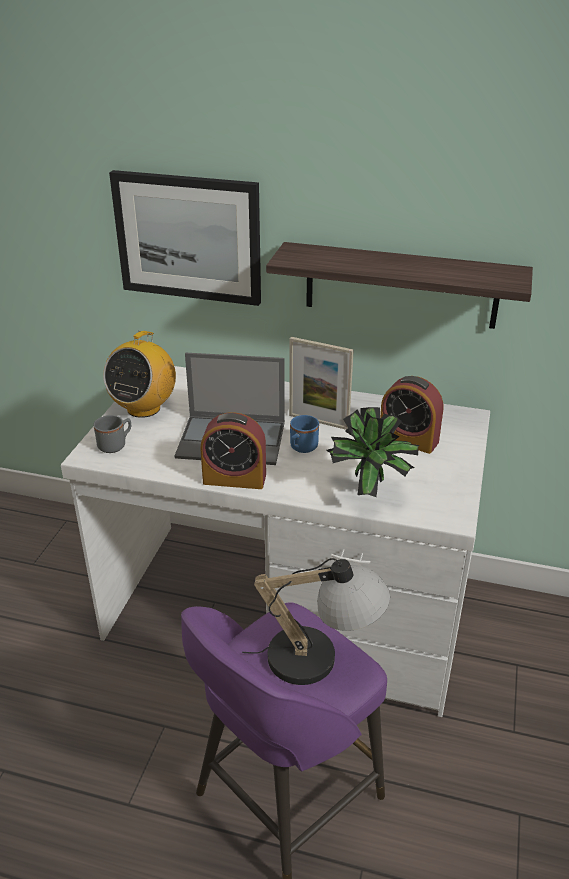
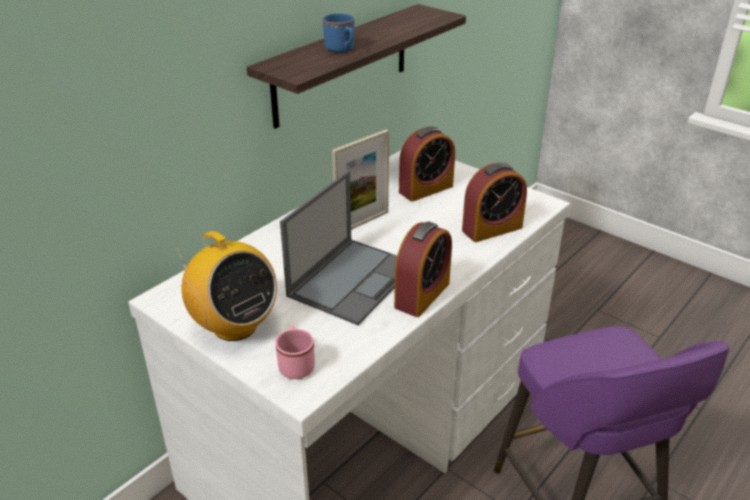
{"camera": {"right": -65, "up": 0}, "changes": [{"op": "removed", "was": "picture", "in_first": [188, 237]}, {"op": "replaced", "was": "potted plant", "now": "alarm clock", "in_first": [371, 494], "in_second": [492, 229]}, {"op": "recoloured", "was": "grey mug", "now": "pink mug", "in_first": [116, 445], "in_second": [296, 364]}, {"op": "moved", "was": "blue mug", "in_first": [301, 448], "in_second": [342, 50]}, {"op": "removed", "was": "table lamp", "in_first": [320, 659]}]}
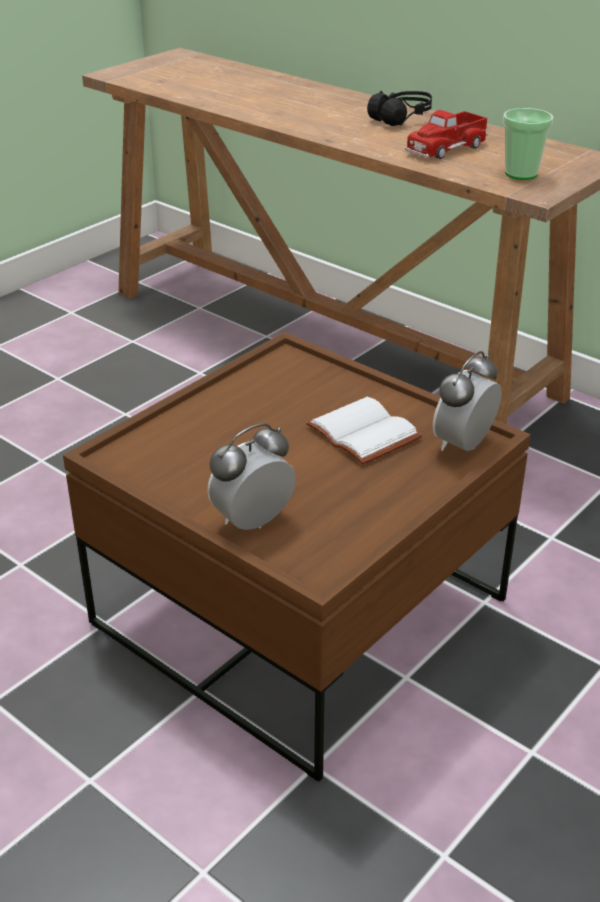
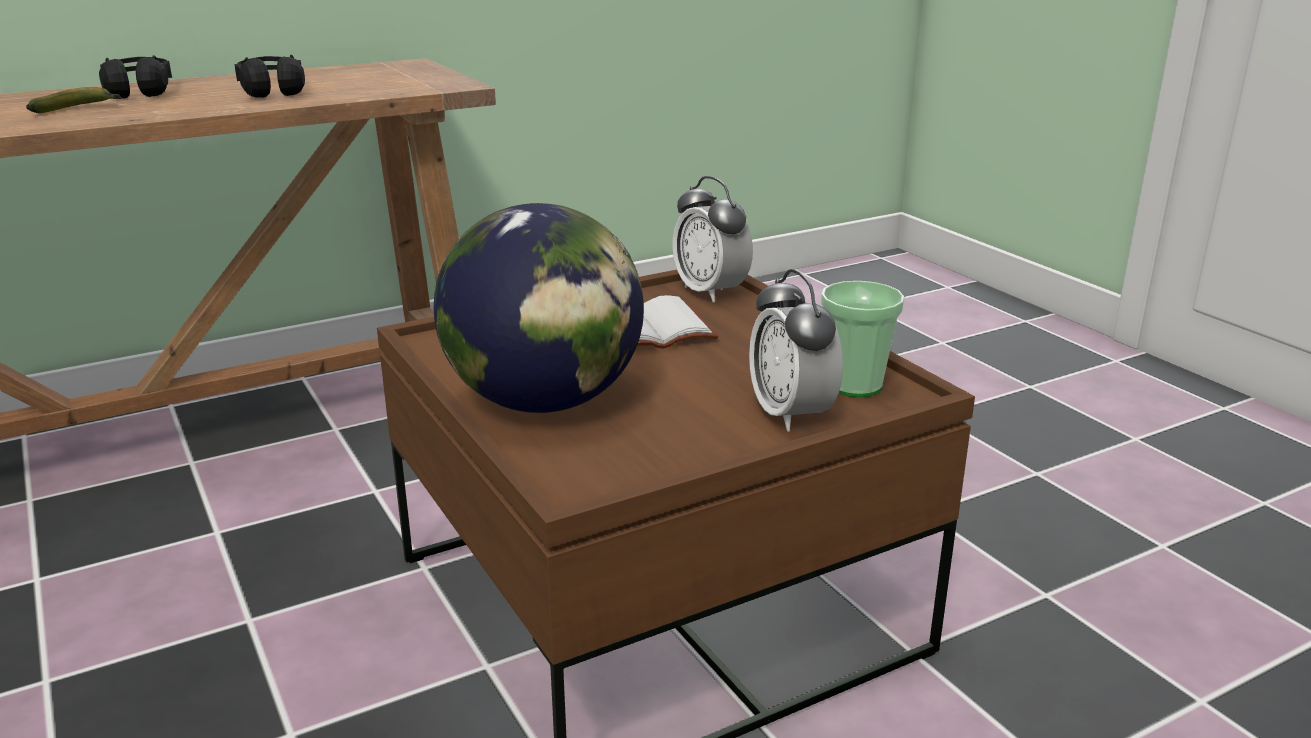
{"camera": {"right": -70, "up": -10}, "changes": [{"op": "moved", "was": "cup", "in_first": [521, 174], "in_second": [855, 385]}, {"op": "replaced", "was": "toy truck", "now": "black headphones", "in_first": [446, 148], "in_second": [272, 90]}, {"op": "added", "now": "banana", "in_second": [79, 110]}, {"op": "added", "now": "globe", "in_second": [543, 402]}]}
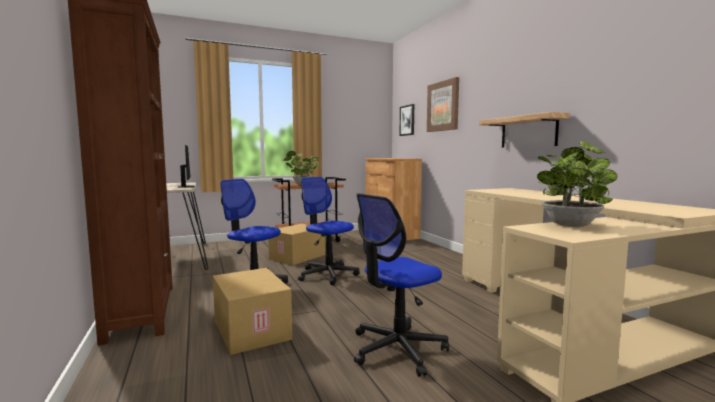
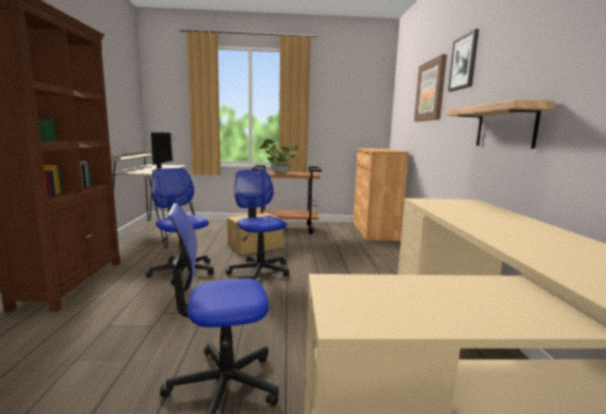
{"camera": {"right": 20, "up": 5}, "changes": [{"op": "moved", "was": "picture", "in_first": [407, 120], "in_second": [464, 62]}, {"op": "removed", "was": "potted plant", "in_first": [571, 224]}, {"op": "removed", "was": "cardboard box", "in_first": [250, 330]}]}
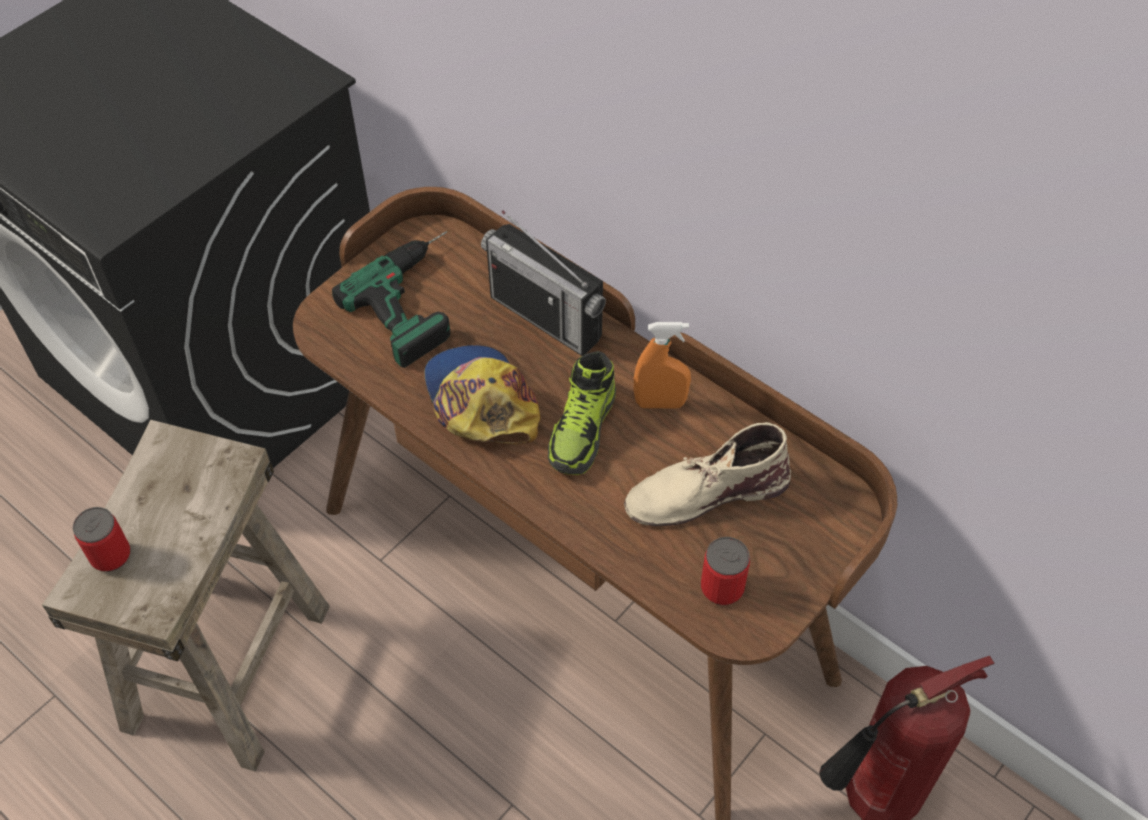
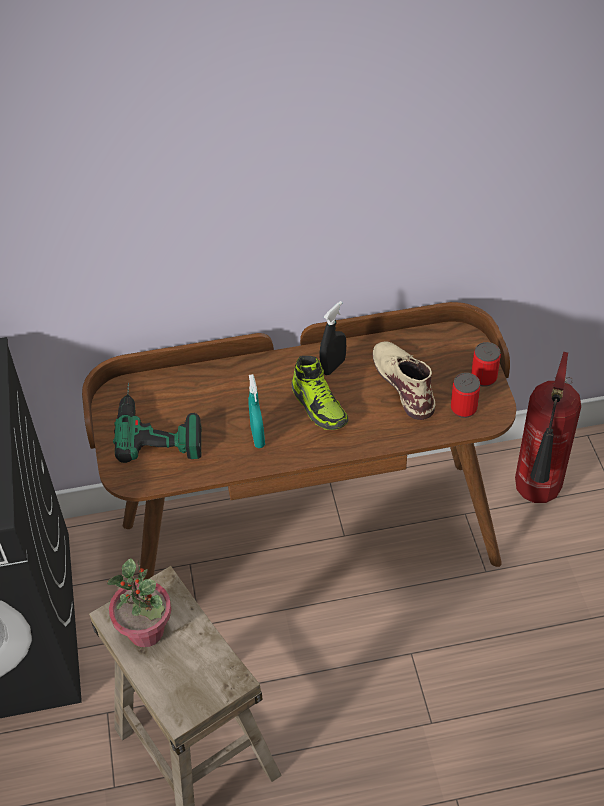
{"camera": {"right": -50, "up": -5}, "changes": [{"op": "removed", "was": "radio", "in_first": [546, 317]}, {"op": "recoloured", "was": "orange spray bottle", "now": "black spray bottle", "in_first": [660, 403], "in_second": [333, 366]}, {"op": "replaced", "was": "cap", "now": "turquoise spray bottle", "in_first": [481, 401], "in_second": [258, 437]}, {"op": "turned", "was": "beige boot", "in_first": [705, 492], "in_second": [403, 382], "clockwise": 135}, {"op": "moved", "was": "can", "in_first": [111, 555], "in_second": [484, 378]}, {"op": "added", "now": "potted plant", "in_second": [146, 631]}]}
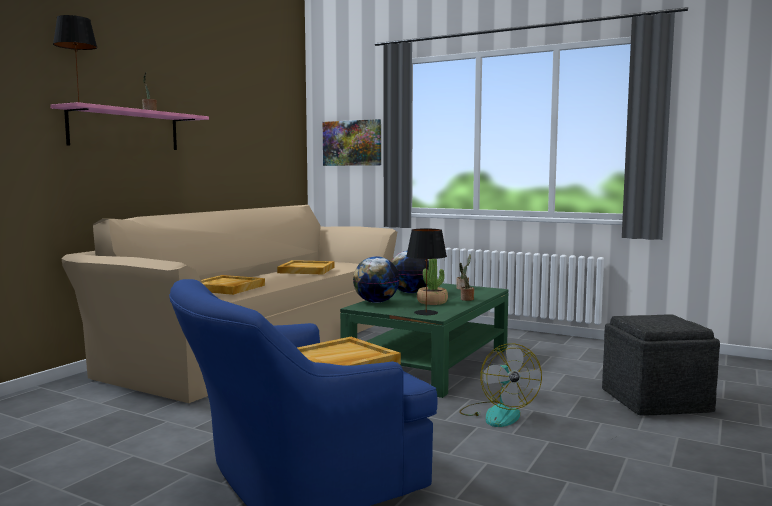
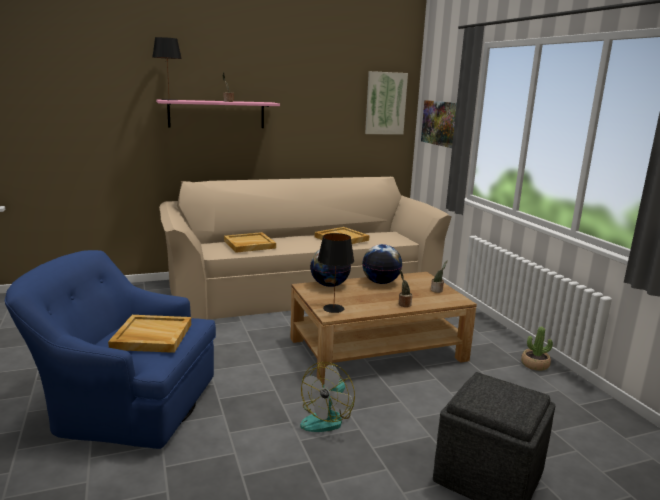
{"camera": {"right": 40, "up": 10}, "changes": [{"op": "moved", "was": "potted plant", "in_first": [432, 302], "in_second": [535, 365]}, {"op": "recoloured", "was": "green coffee table", "now": "brown coffee table", "in_first": [430, 363], "in_second": [378, 349]}, {"op": "added", "now": "picture", "in_second": [385, 103]}]}
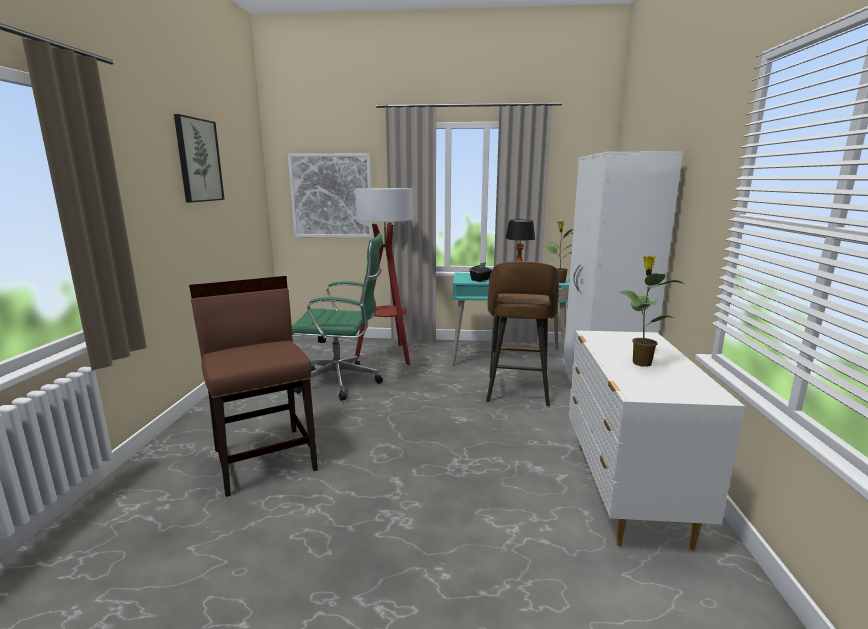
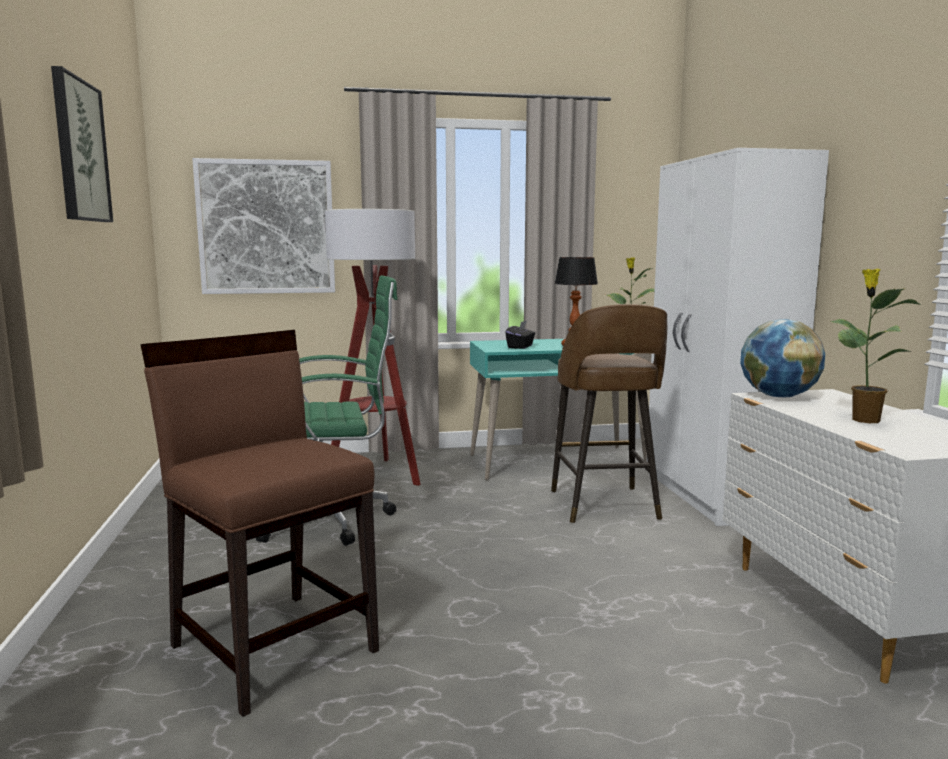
{"camera": {"right": -15, "up": -5}, "changes": [{"op": "added", "now": "globe", "in_second": [778, 396]}]}
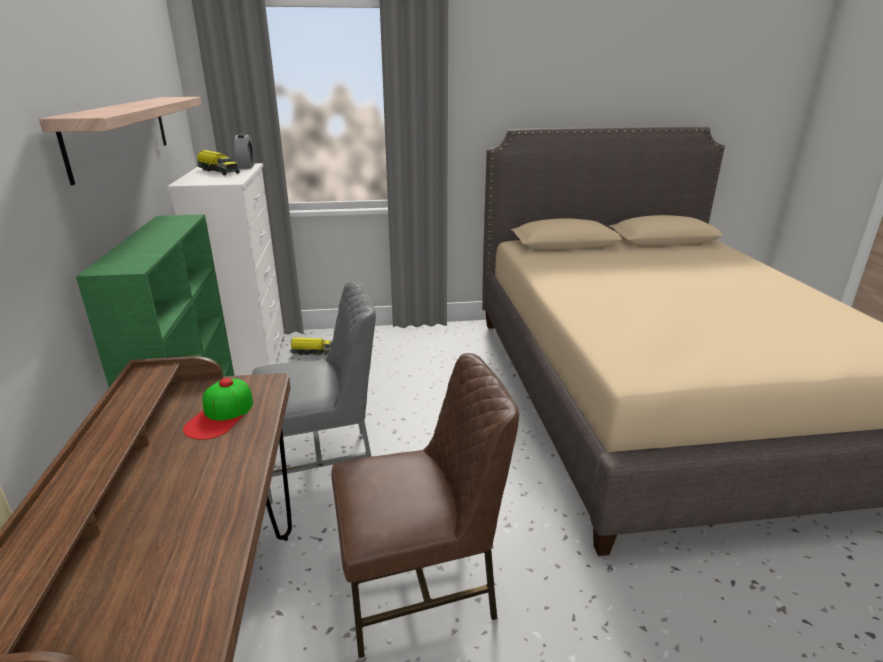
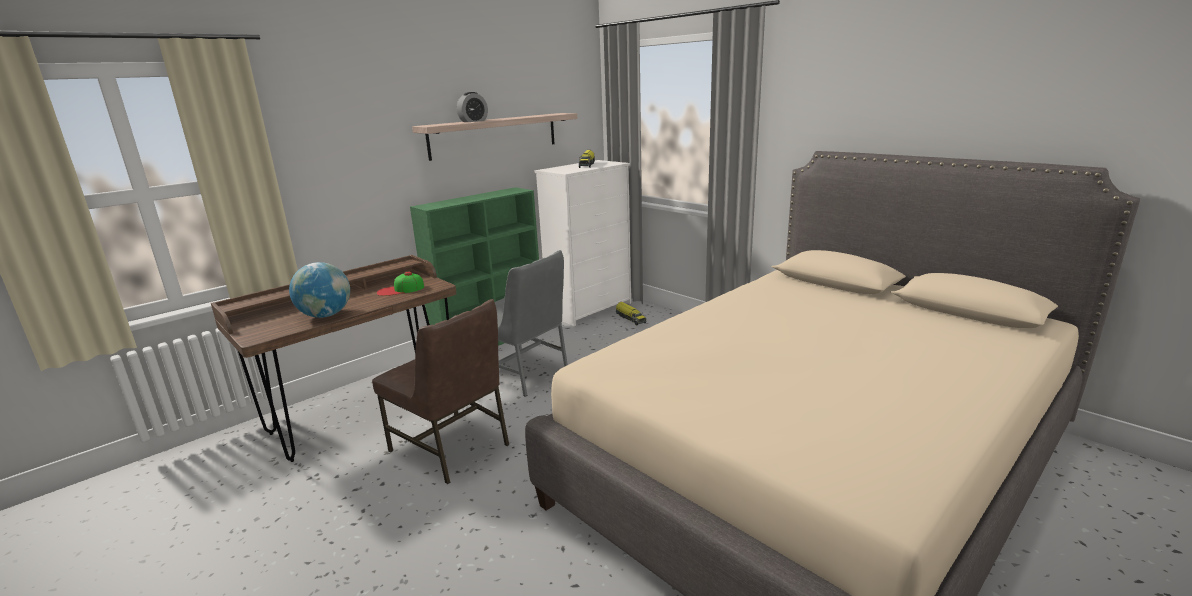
{"camera": {"right": 55, "up": -5}, "changes": [{"op": "moved", "was": "alarm clock", "in_first": [246, 166], "in_second": [473, 121]}, {"op": "added", "now": "globe", "in_second": [326, 315]}]}
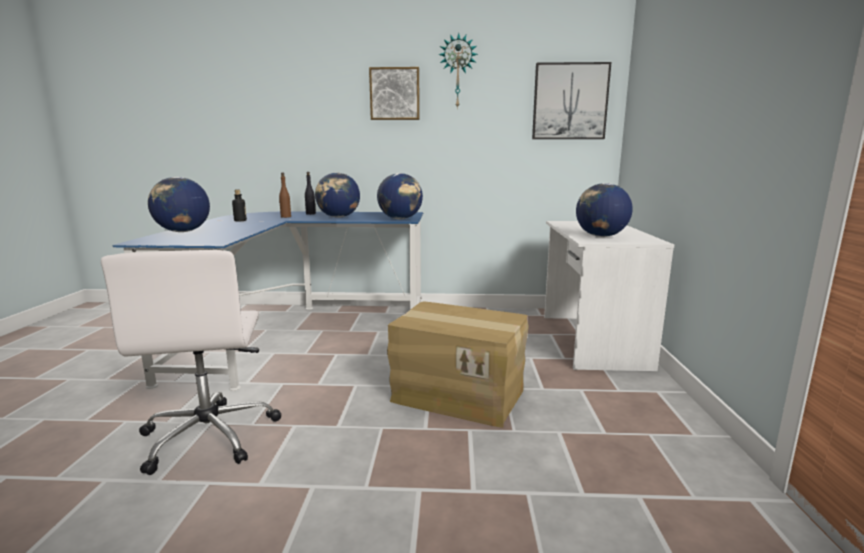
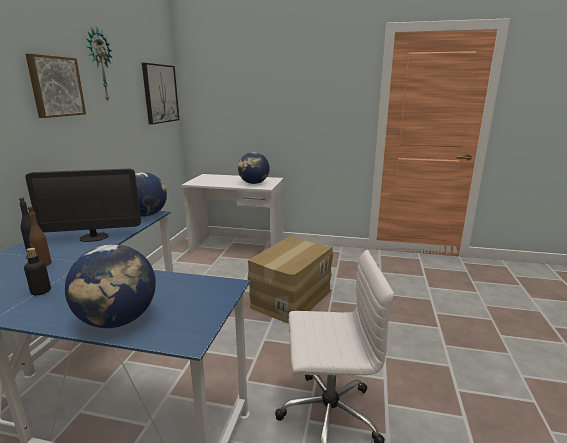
{"camera": {"right": -80, "up": 5}, "changes": [{"op": "replaced", "was": "globe", "now": "monitor", "in_first": [338, 217], "in_second": [94, 237]}]}
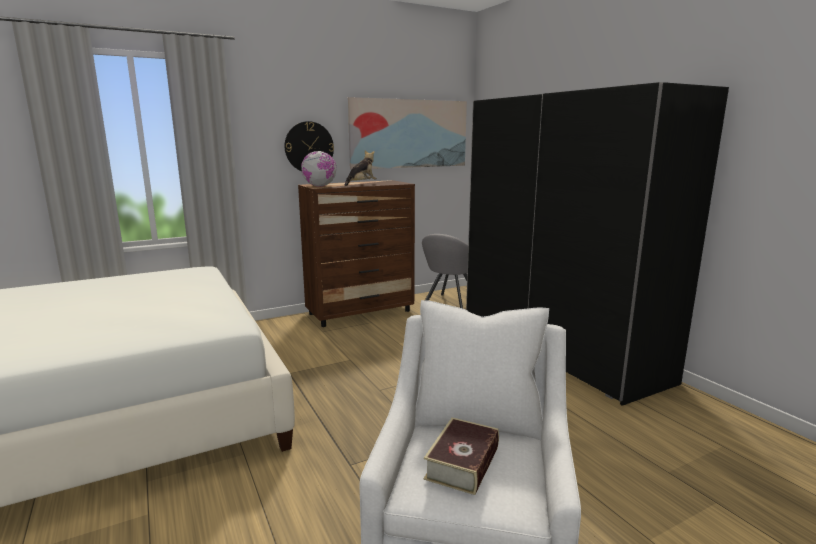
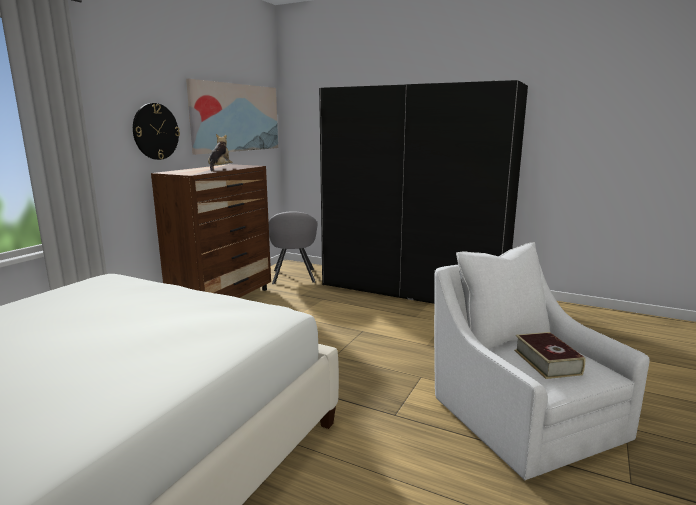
{"camera": {"right": -35, "up": 0}, "changes": [{"op": "removed", "was": "globe", "in_first": [320, 186]}]}
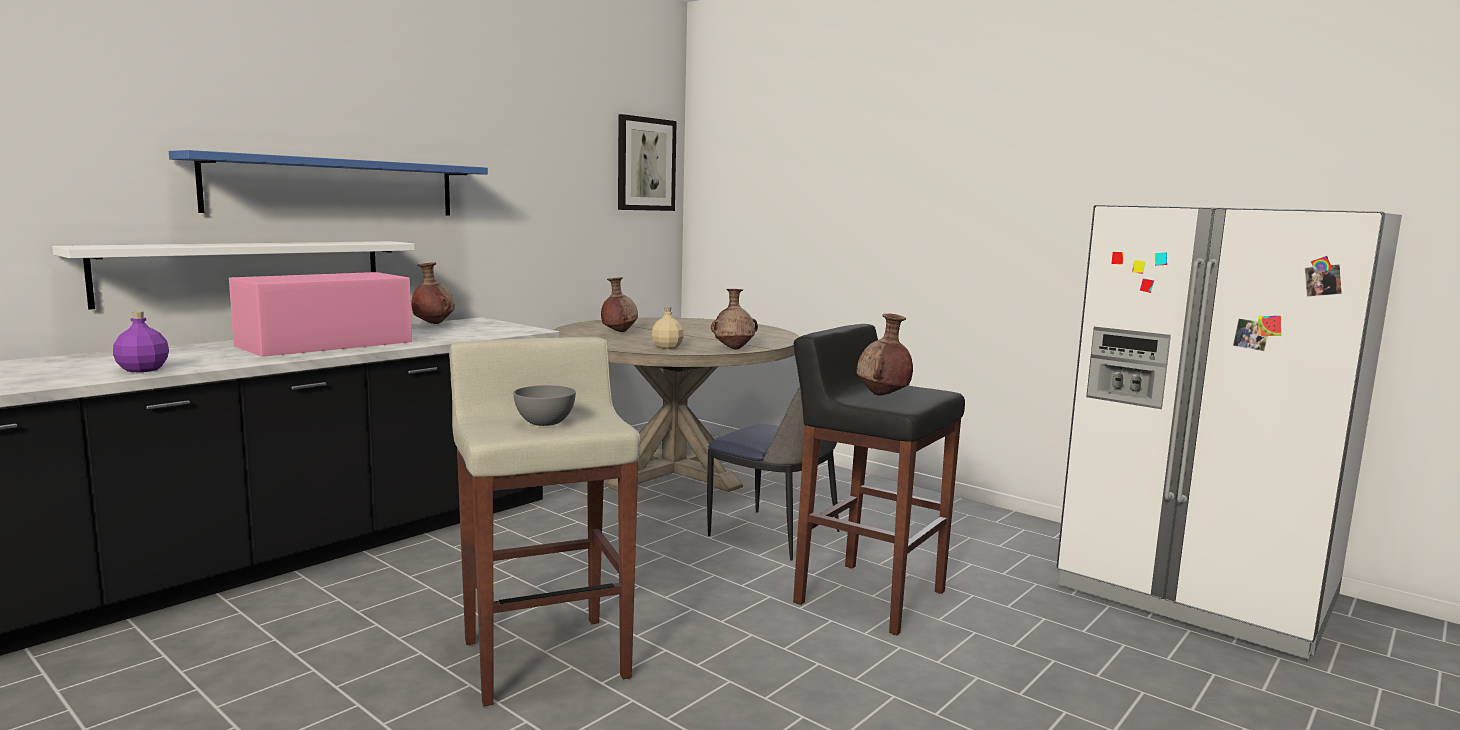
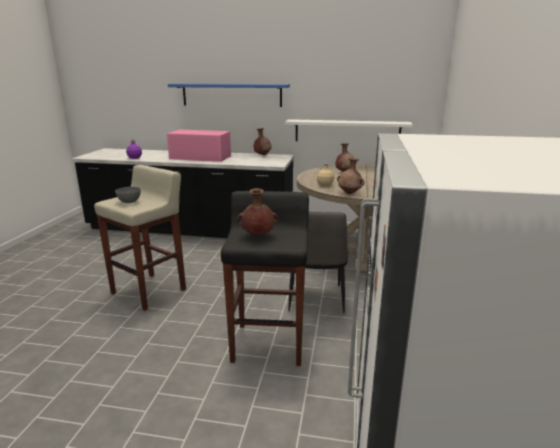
{"camera": {"right": 60, "up": 10}, "changes": [{"op": "removed", "was": "picture", "in_first": [645, 164]}, {"op": "moved", "was": "white shelf", "in_first": [246, 271], "in_second": [347, 131]}]}
